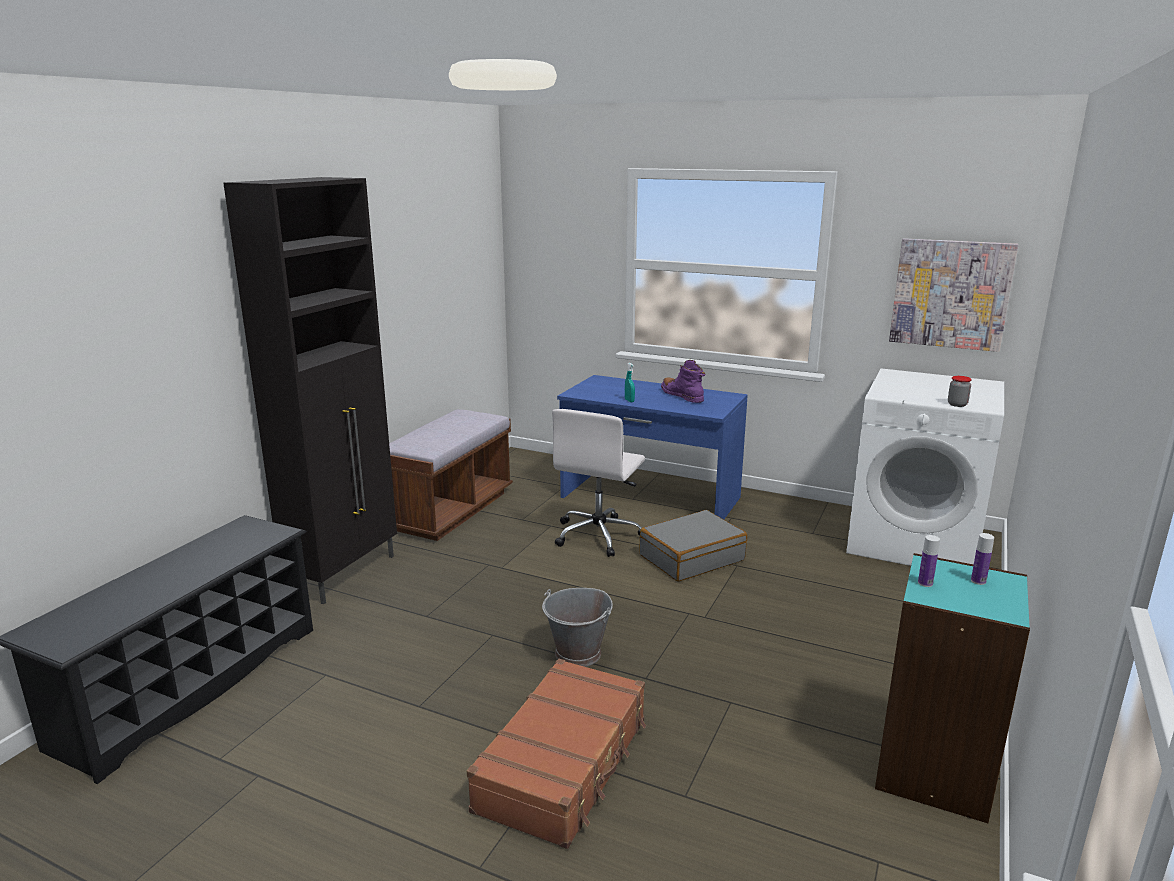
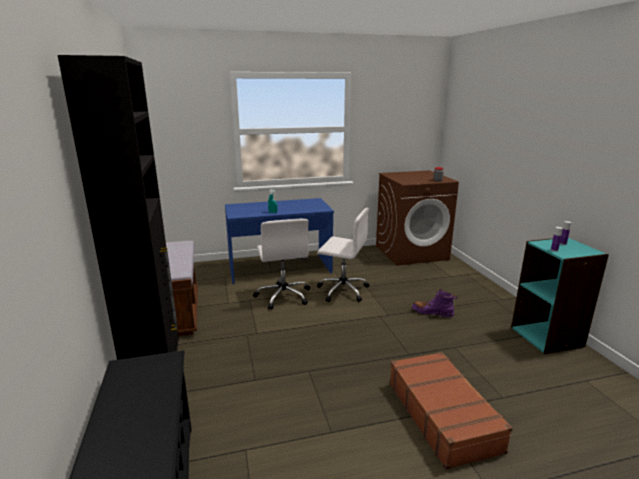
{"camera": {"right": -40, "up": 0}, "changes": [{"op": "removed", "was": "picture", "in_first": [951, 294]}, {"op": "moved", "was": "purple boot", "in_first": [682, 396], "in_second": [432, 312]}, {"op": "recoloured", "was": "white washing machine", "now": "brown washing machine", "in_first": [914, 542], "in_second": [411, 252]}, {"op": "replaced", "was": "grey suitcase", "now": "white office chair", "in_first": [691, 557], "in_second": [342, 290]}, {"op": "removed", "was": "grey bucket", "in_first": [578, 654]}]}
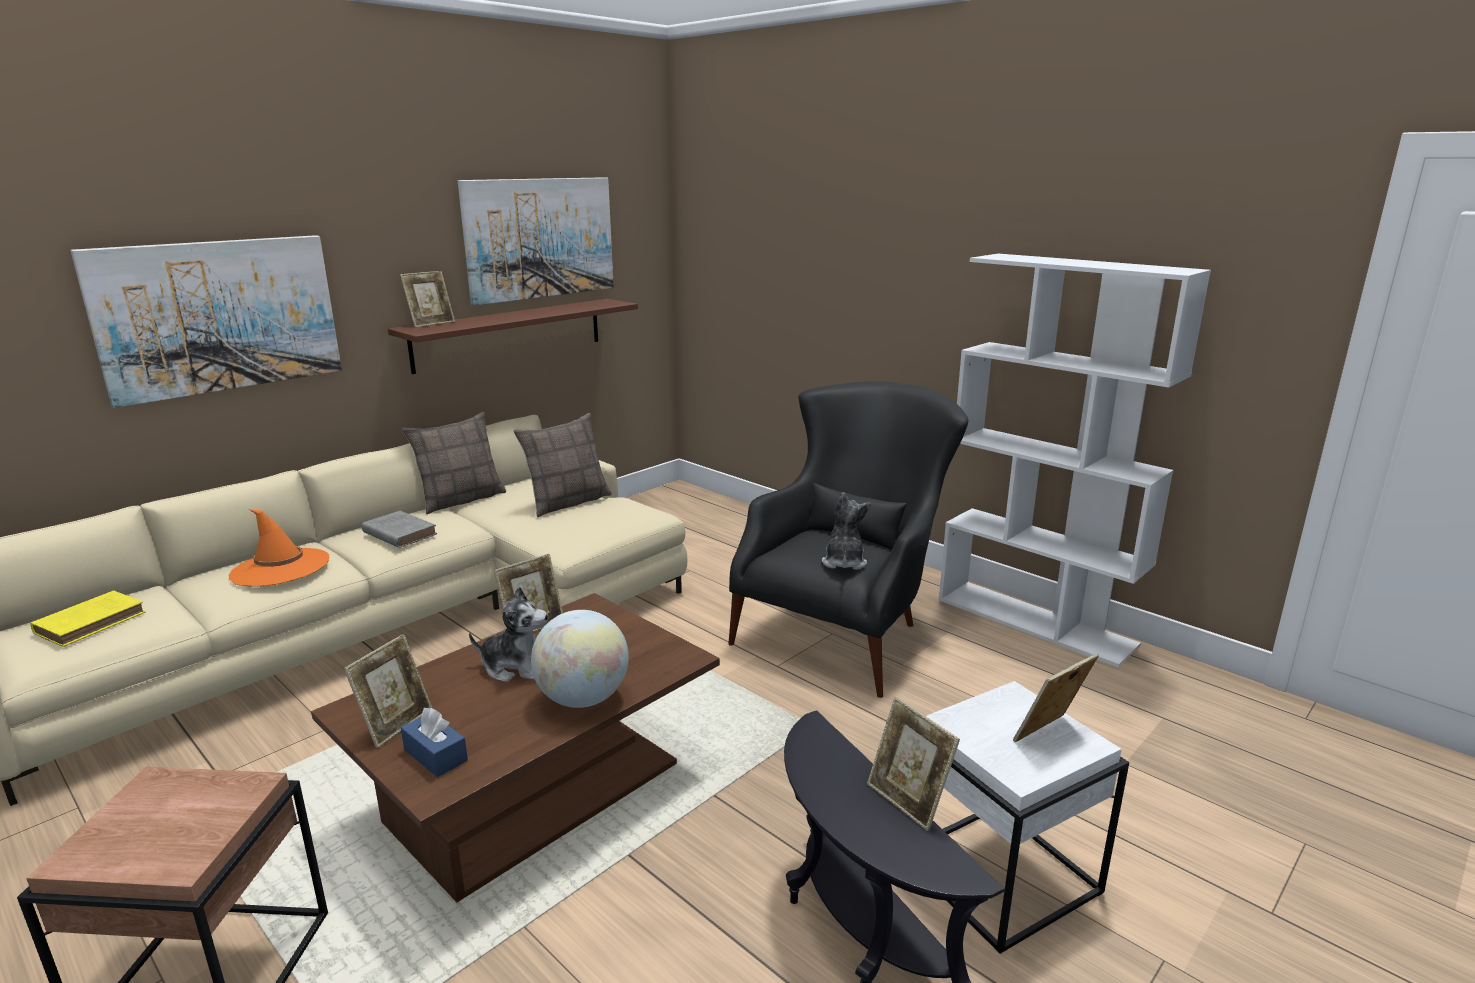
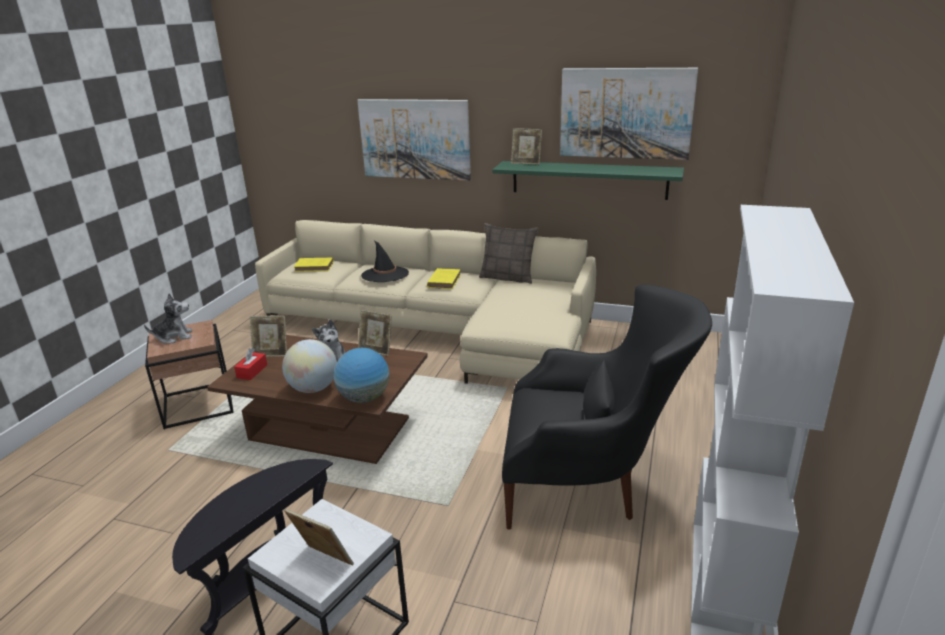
{"camera": {"right": 65, "up": 5}, "changes": [{"op": "recoloured", "was": "brown shelf", "now": "green shelf", "in_first": [510, 334], "in_second": [588, 180]}, {"op": "removed", "was": "pillow", "in_first": [567, 502]}, {"op": "moved", "was": "plush toy", "in_first": [843, 562], "in_second": [174, 337]}, {"op": "recoloured", "was": "orange hat", "now": "black hat", "in_first": [280, 568], "in_second": [385, 274]}, {"op": "recoloured", "was": "grey book", "now": "yellow book", "in_first": [398, 533], "in_second": [444, 280]}, {"op": "removed", "was": "picture frame", "in_first": [908, 801]}, {"op": "recoloured", "was": "blue tissue box", "now": "red tissue box", "in_first": [435, 755], "in_second": [252, 371]}, {"op": "added", "now": "globe", "in_second": [364, 398]}]}
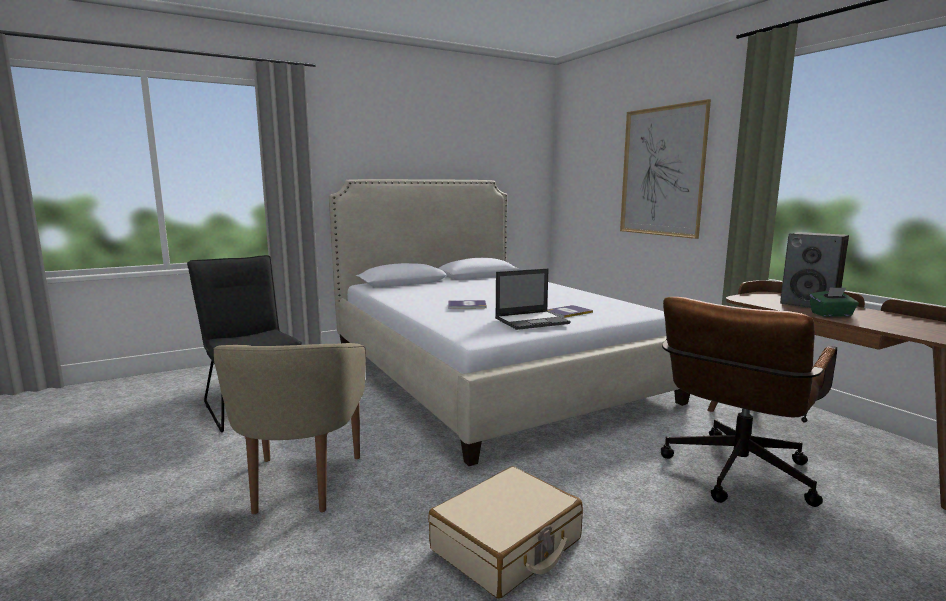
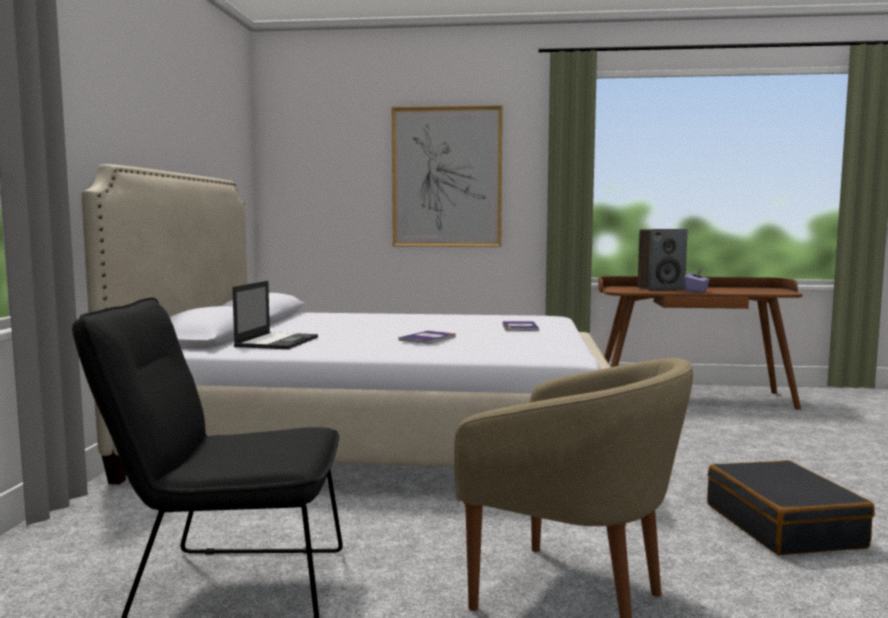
{"camera": {"right": -55, "up": -5}, "changes": [{"op": "moved", "was": "laptop", "in_first": [532, 321], "in_second": [277, 341]}, {"op": "recoloured", "was": "green tissue box", "now": "purple tissue box", "in_first": [831, 314], "in_second": [696, 291]}, {"op": "removed", "was": "brown office chair", "in_first": [734, 476]}, {"op": "recoloured", "was": "beige suitcase", "now": "black suitcase", "in_first": [507, 545], "in_second": [783, 526]}]}
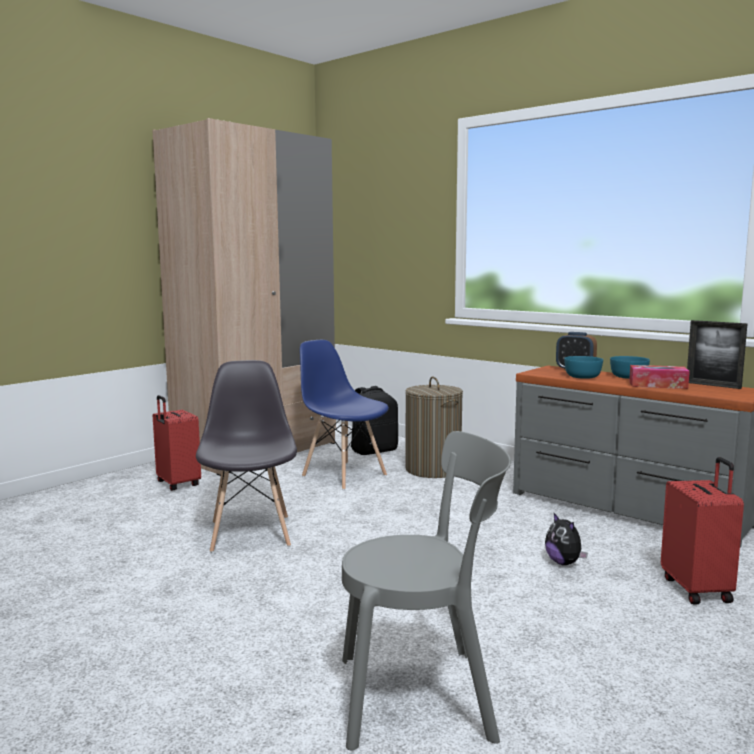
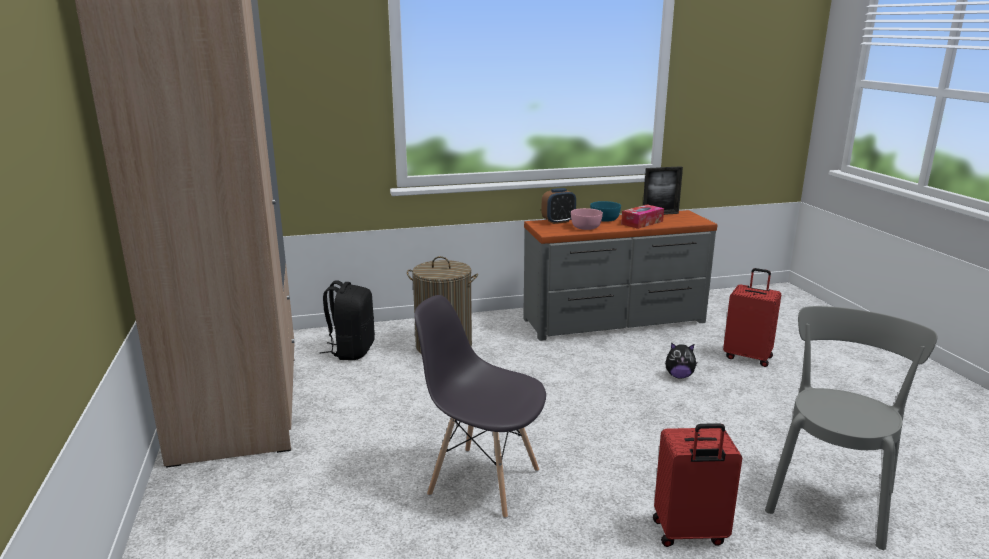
{"camera": {"right": -55, "up": 10}, "changes": [{"op": "removed", "was": "blue chair", "in_first": [343, 475]}, {"op": "recoloured", "was": "turquoise bowl", "now": "pink bowl", "in_first": [583, 377], "in_second": [586, 227]}, {"op": "moved", "was": "red suitcase", "in_first": [177, 484], "in_second": [689, 533]}]}
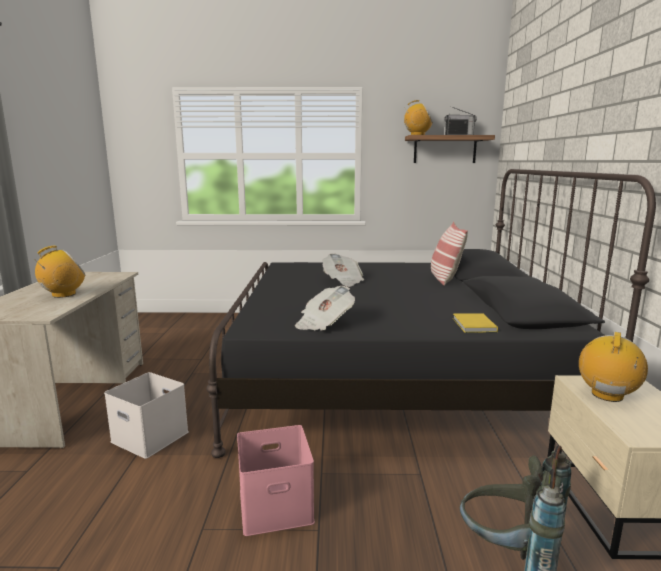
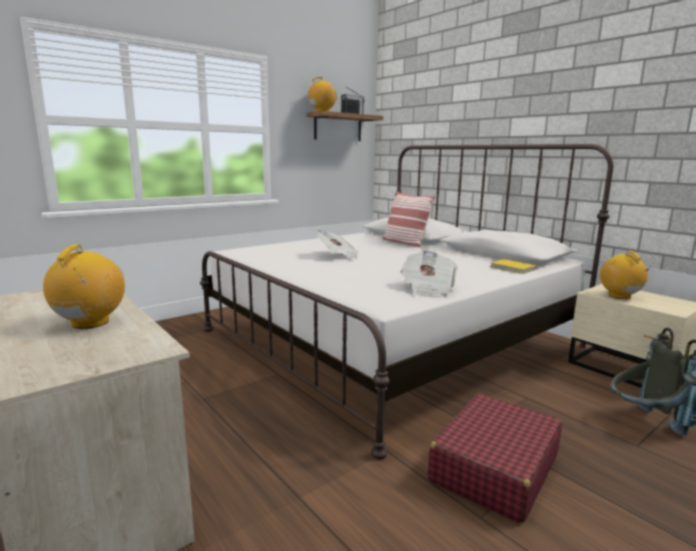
{"camera": {"right": -40, "up": 0}, "changes": [{"op": "recoloured", "was": "black bed", "now": "white bed", "in_first": [392, 375], "in_second": [390, 338]}, {"op": "removed", "was": "white storage box", "in_first": [148, 437]}, {"op": "replaced", "was": "pink storage box", "now": "red suitcase", "in_first": [274, 507], "in_second": [494, 468]}]}
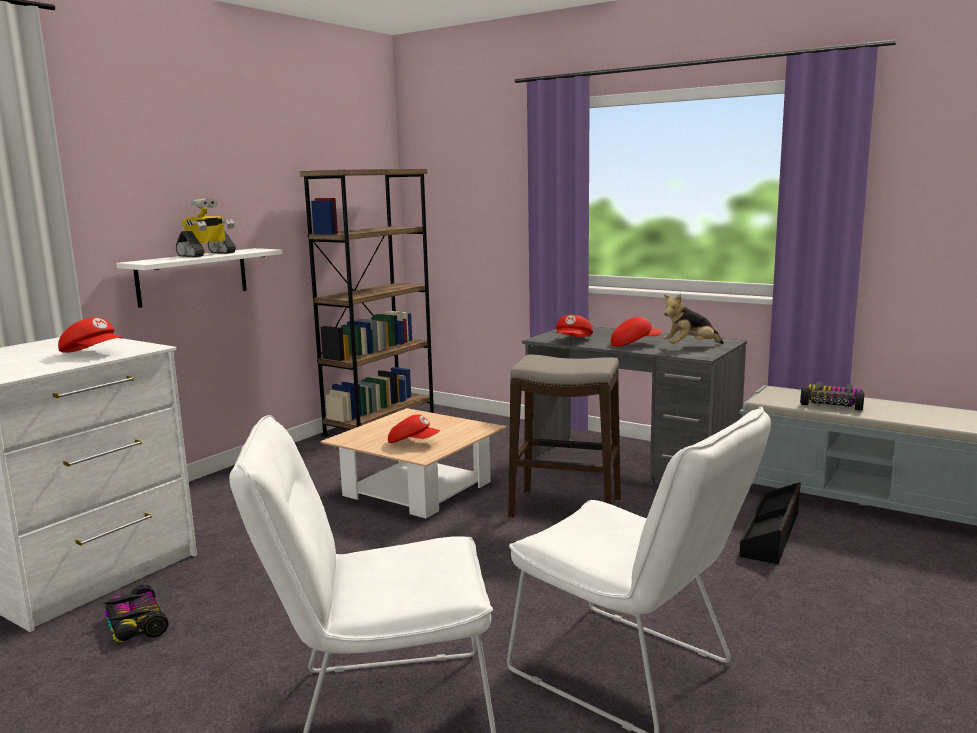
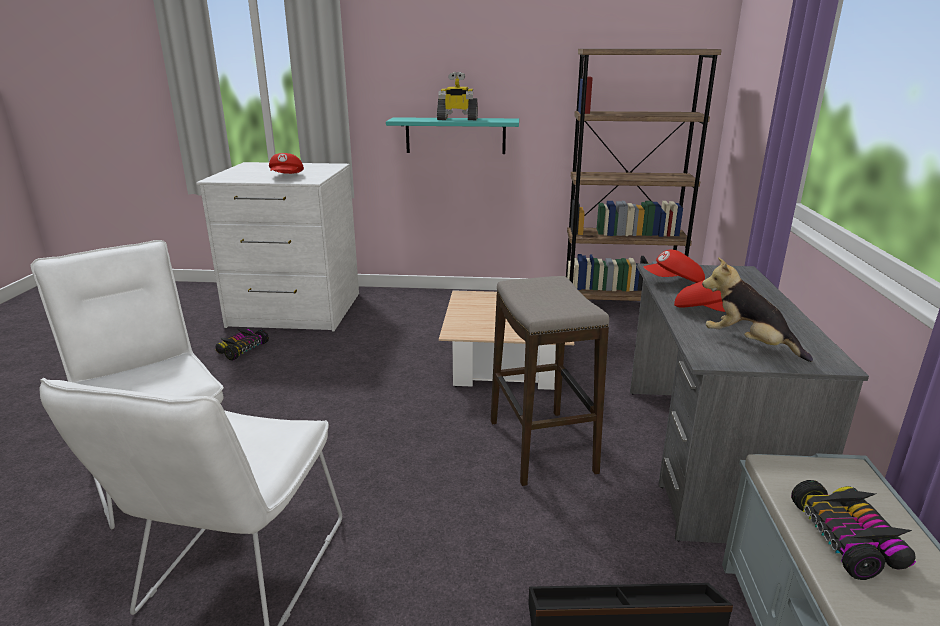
{"camera": {"right": 60, "up": 10}, "changes": [{"op": "recoloured", "was": "white shelf", "now": "turquoise shelf", "in_first": [192, 276], "in_second": [455, 135]}, {"op": "removed", "was": "red cap", "in_first": [413, 443]}]}
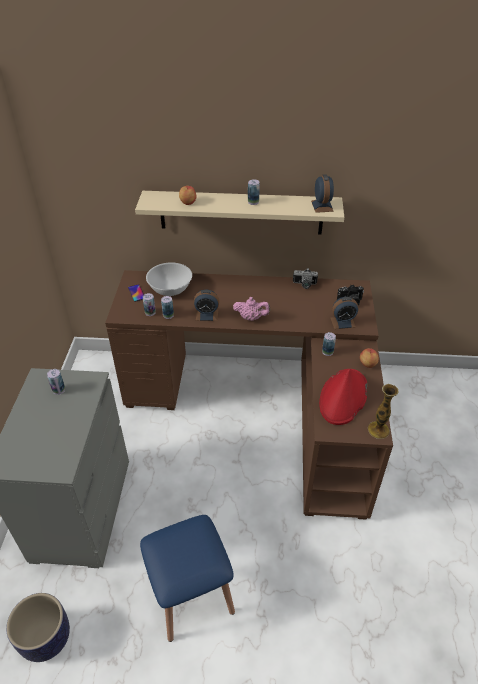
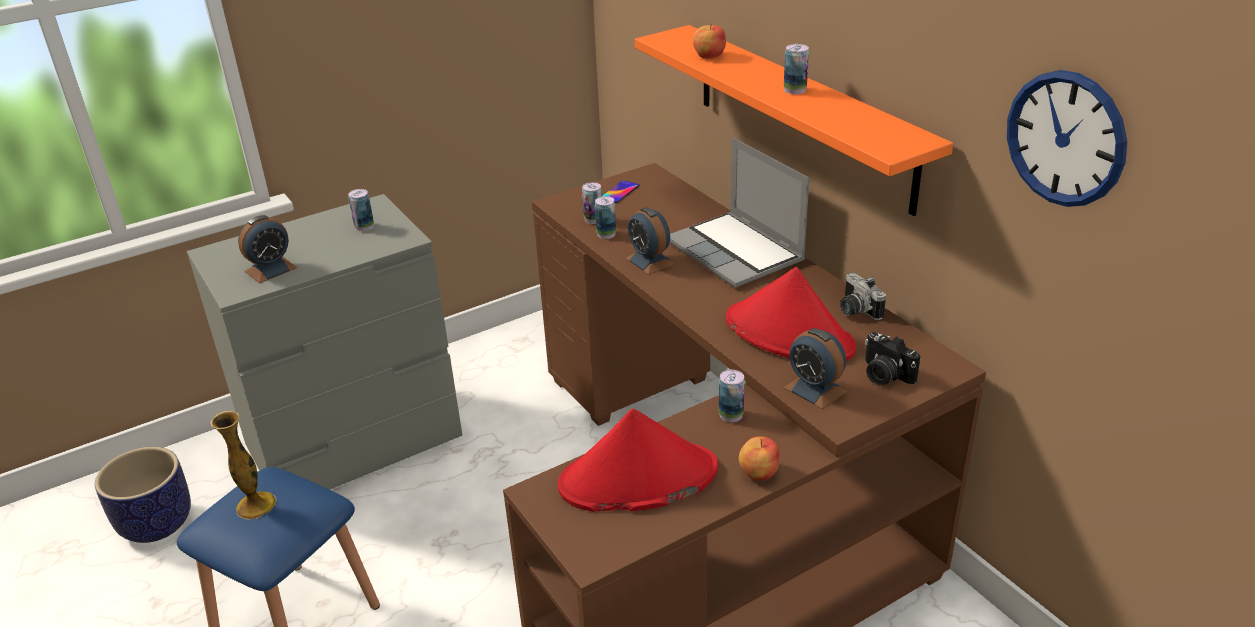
{"camera": {"right": 55, "up": -10}, "changes": [{"op": "moved", "was": "alarm clock", "in_first": [322, 206], "in_second": [270, 269]}, {"op": "recoloured", "was": "beige shelf", "now": "orange shelf", "in_first": [241, 212], "in_second": [801, 115]}, {"op": "removed", "was": "white bowl", "in_first": [170, 289]}, {"op": "removed", "was": "pink teapot", "in_first": [251, 318]}, {"op": "moved", "was": "vase", "in_first": [378, 430], "in_second": [256, 505]}, {"op": "added", "now": "wall clock", "in_second": [1065, 139]}, {"op": "added", "now": "laptop", "in_second": [737, 252]}, {"op": "added", "now": "red hat", "in_second": [790, 334]}]}
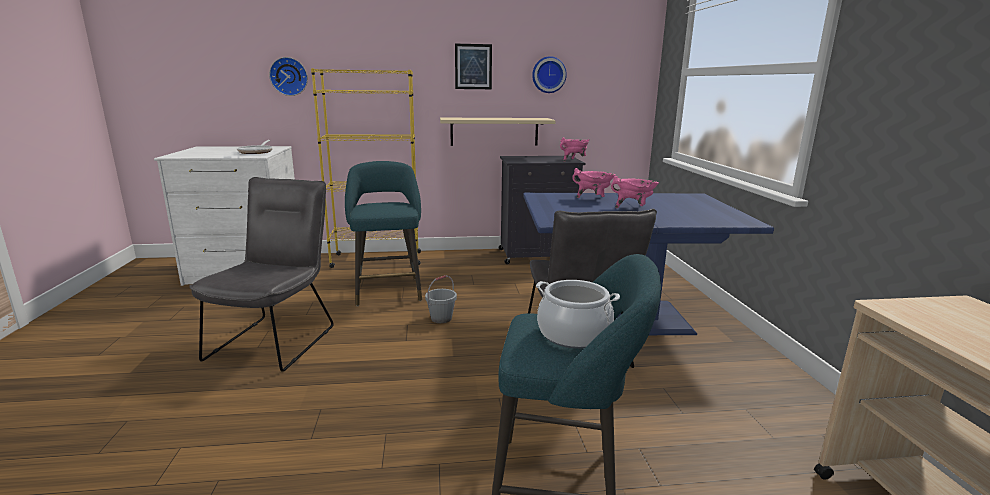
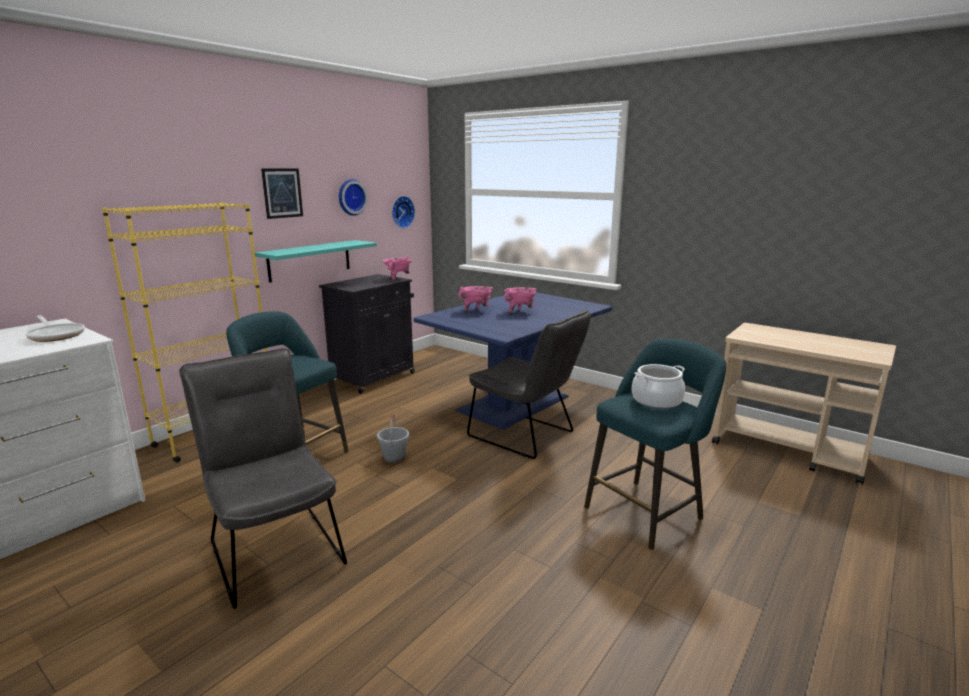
{"camera": {"right": -45, "up": 0}, "changes": [{"op": "moved", "was": "wall clock", "in_first": [289, 76], "in_second": [401, 212]}, {"op": "recoloured", "was": "beige shelf", "now": "turquoise shelf", "in_first": [494, 131], "in_second": [310, 260]}]}
